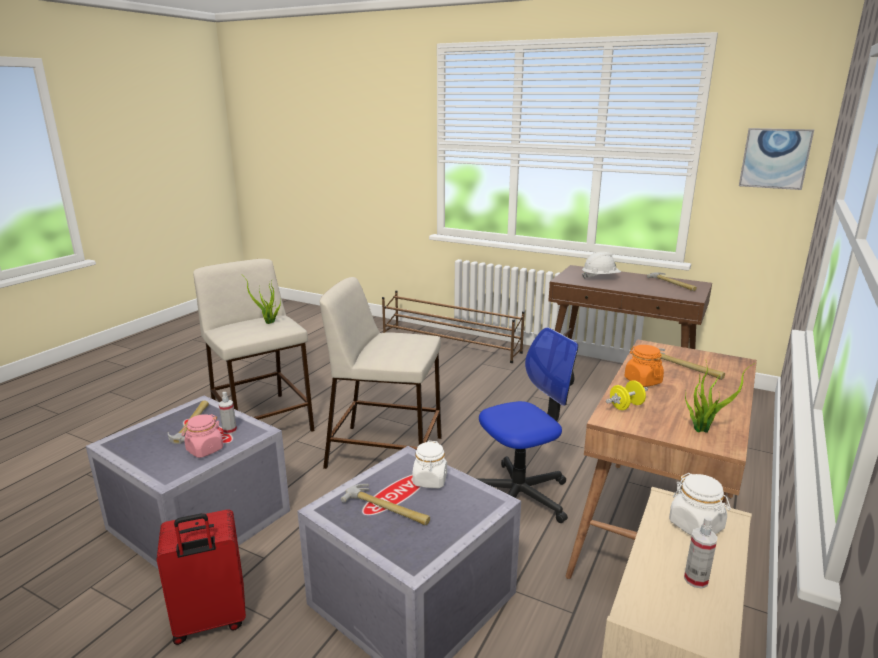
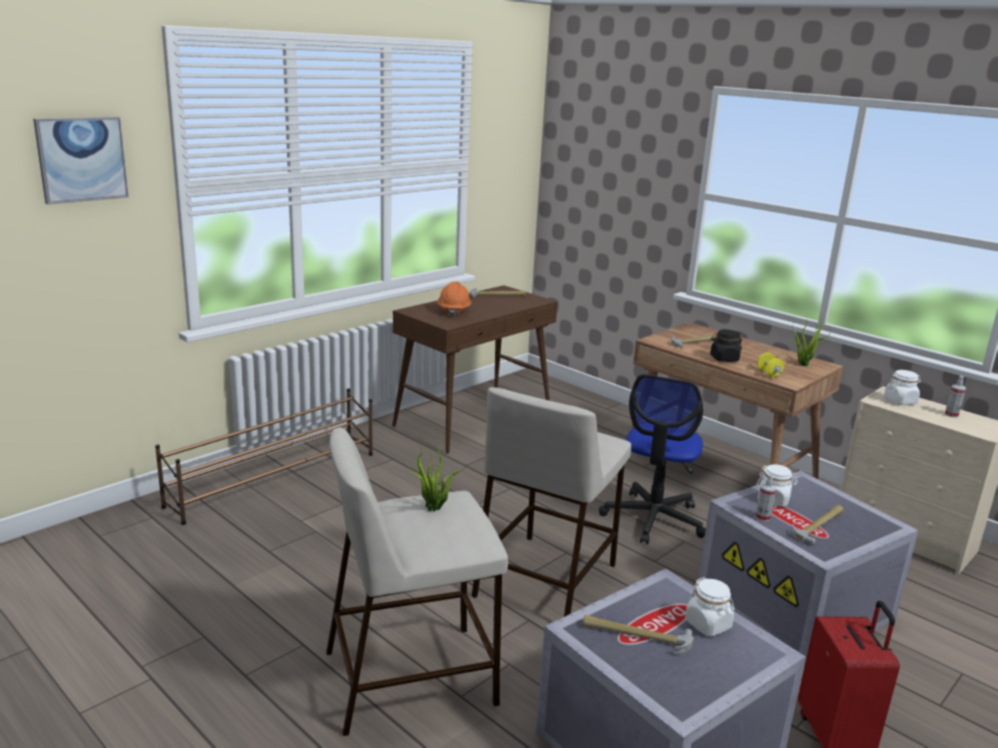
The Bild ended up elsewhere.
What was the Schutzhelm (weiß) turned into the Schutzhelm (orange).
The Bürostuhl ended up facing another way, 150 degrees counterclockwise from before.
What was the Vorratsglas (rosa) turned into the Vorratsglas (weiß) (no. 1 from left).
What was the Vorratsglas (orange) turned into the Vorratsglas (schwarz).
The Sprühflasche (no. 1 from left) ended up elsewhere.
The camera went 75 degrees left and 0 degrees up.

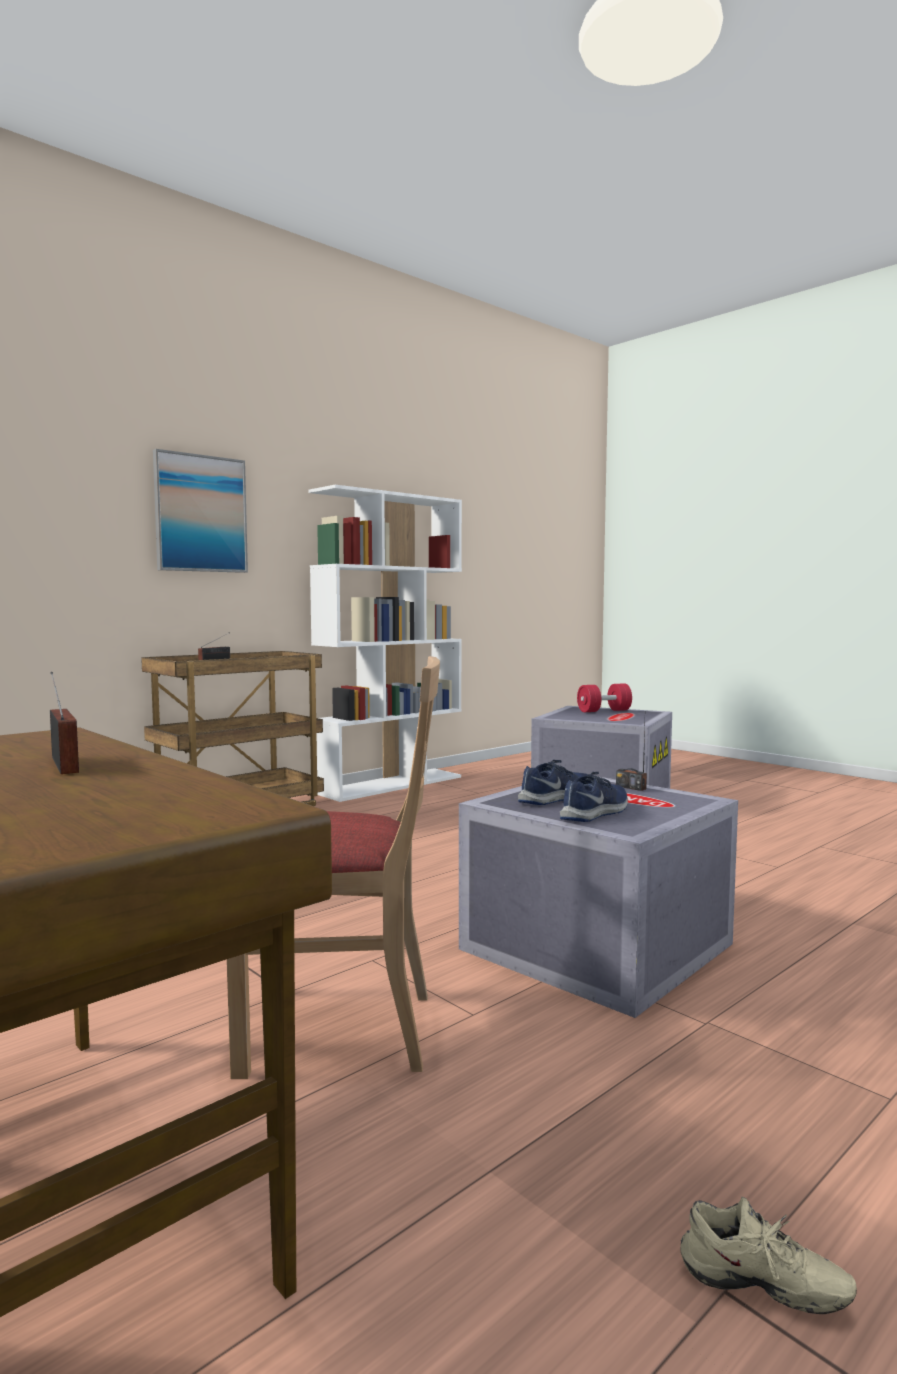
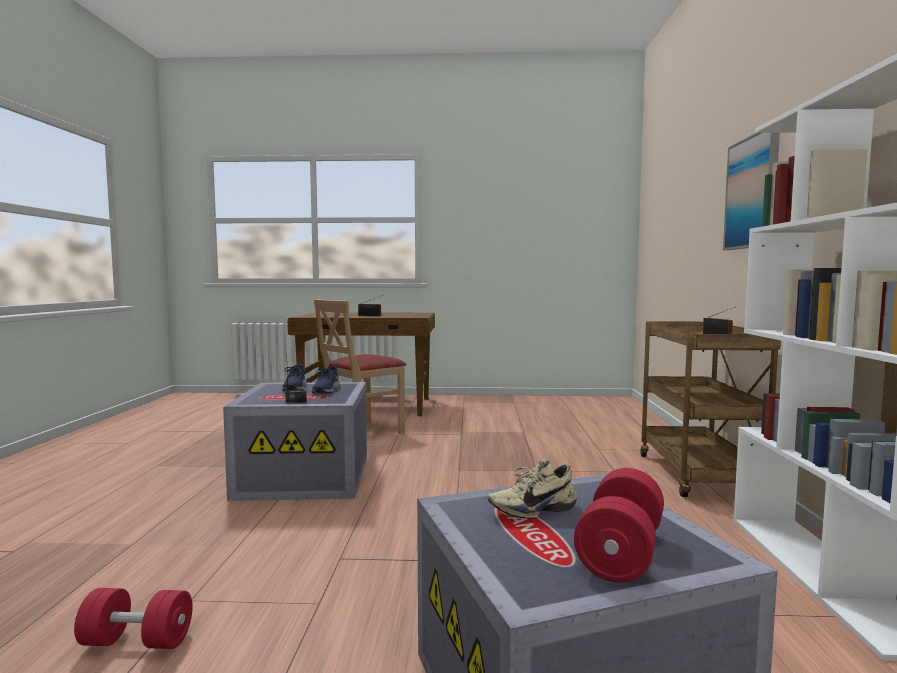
The second view gained the Hantel (rot) (no. 1 from left).
The Schuh (beige) ended up elsewhere.
The camera went 135 degrees right and 0 degrees up.

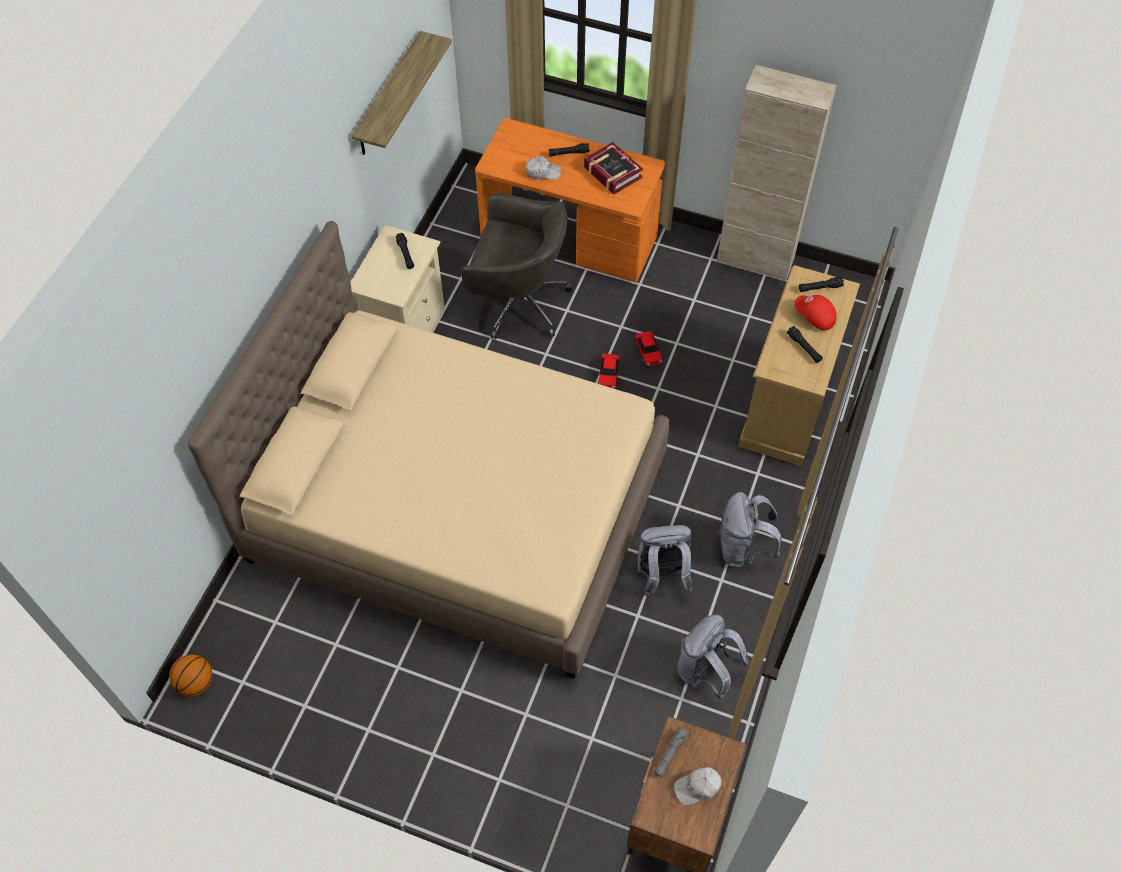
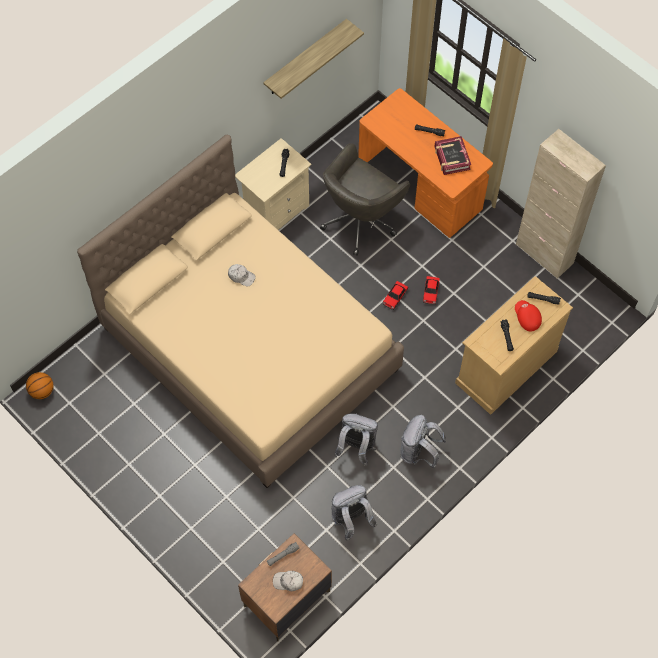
The Kappe (weiß) (no. 1 from left) ended up elsewhere.
The Bürostuhl (grau) ended up facing another way, 90 degrees clockwise from before.
The camera went 25 degrees right and 5 degrees up.

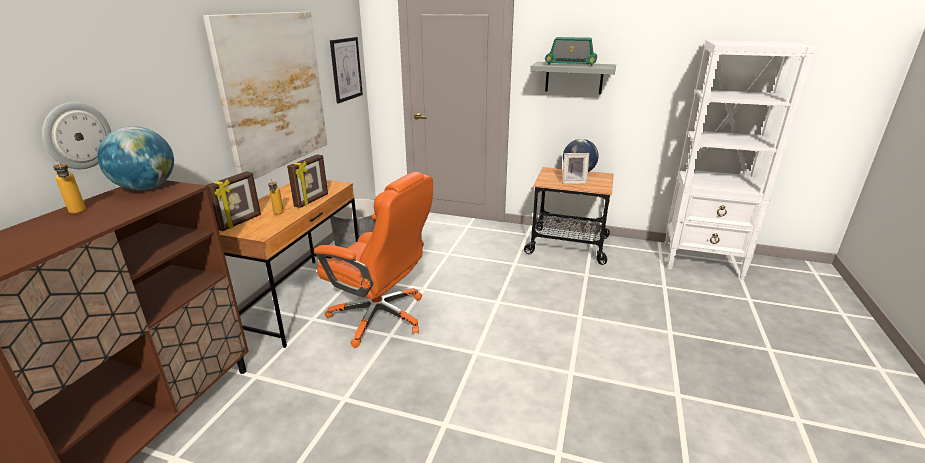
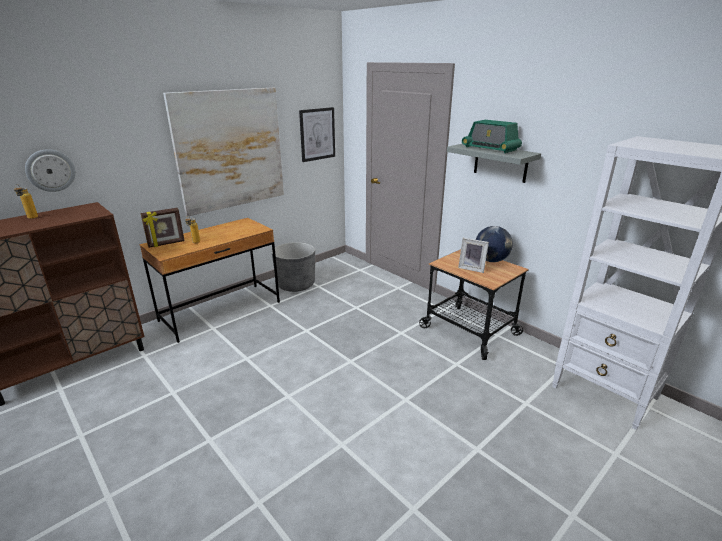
The second view lost the Globus (no. 1 from left).
The second view lost the Bilderrahmen (no. 2 from left).
The second view lost the Bürostuhl (orange).
The camera went 30 degrees right and 0 degrees up.

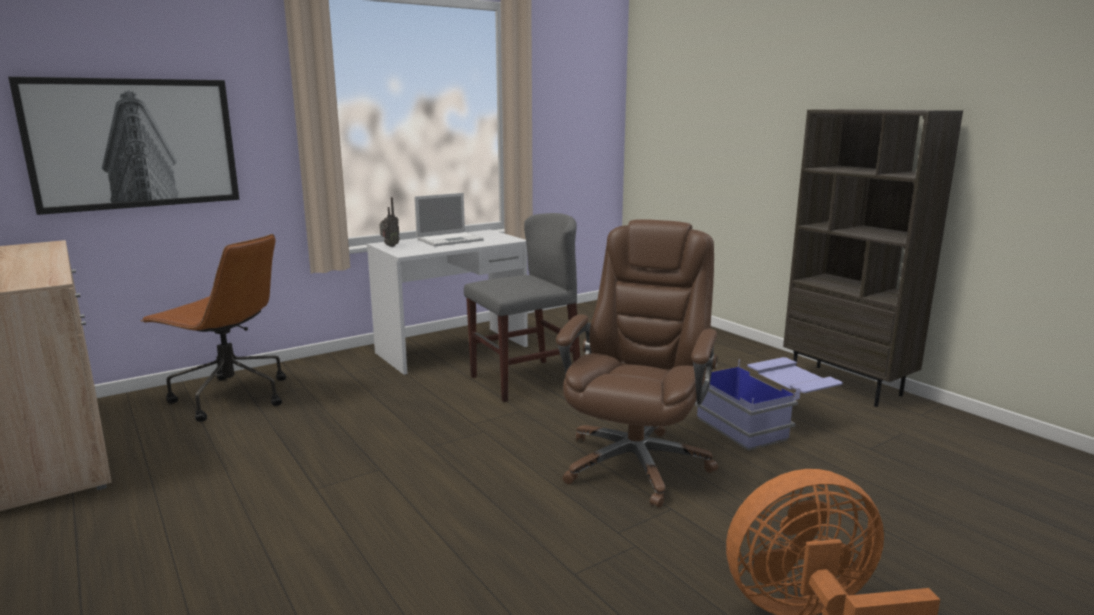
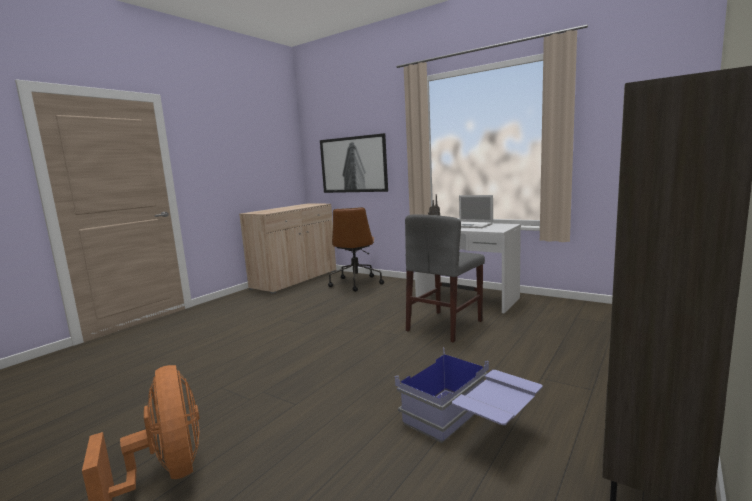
The Stuhl (grau) ended up facing another way, 90 degrees clockwise from before.
The second view lost the Bürostuhl (braun) (no. 2 from left).
The camera went 70 degrees right and 5 degrees down.

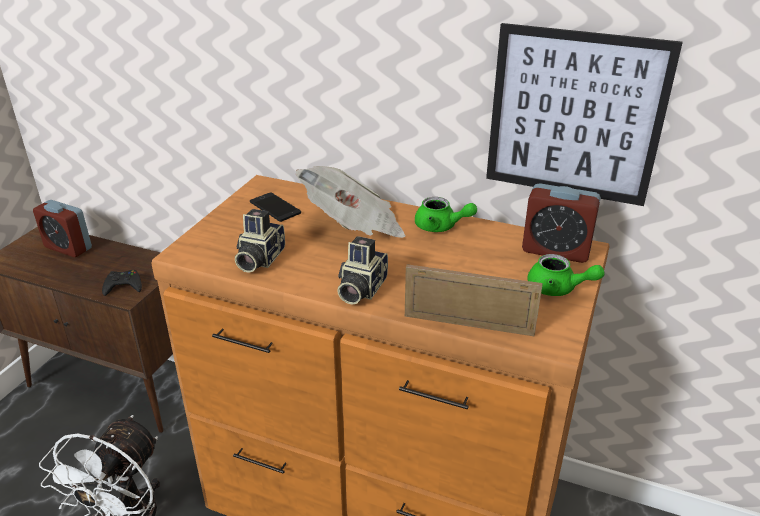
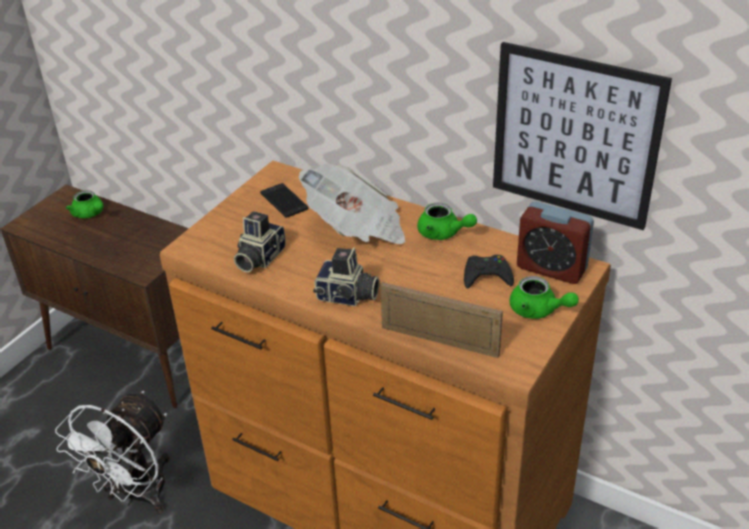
Where the Wecker (no. 1 from left) stood, the Teekanne (grün) (no. 1 from left) came to stand.
The Kamera (no. 2 from left) ended up facing another way, 105 degrees counterclockwise from before.
The Gamepad (schwarz) ended up elsewhere.
The camera went 10 degrees right and 5 degrees up.

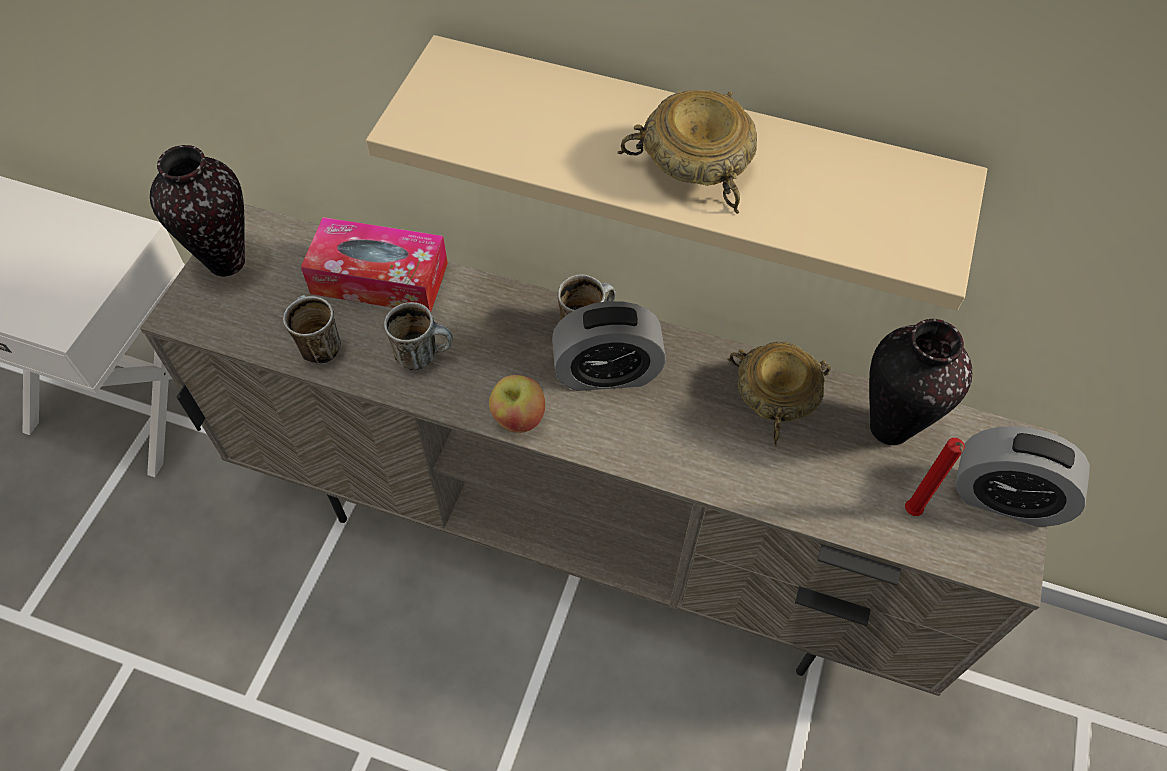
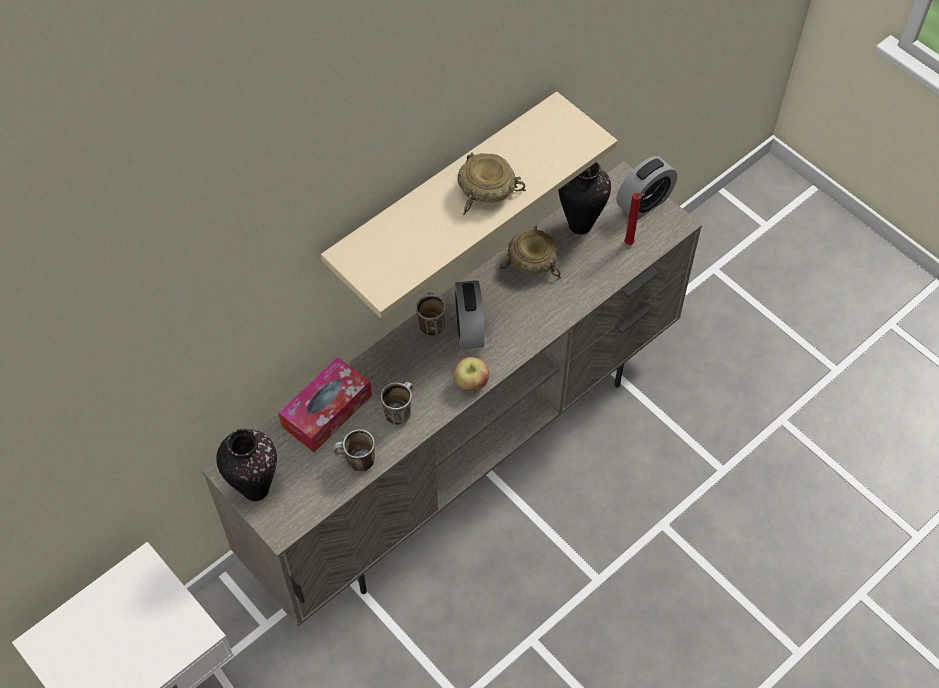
The Wecker (no. 1 from left) ended up facing another way, 150 degrees clockwise from before.
The camera went 60 degrees left and 0 degrees up.

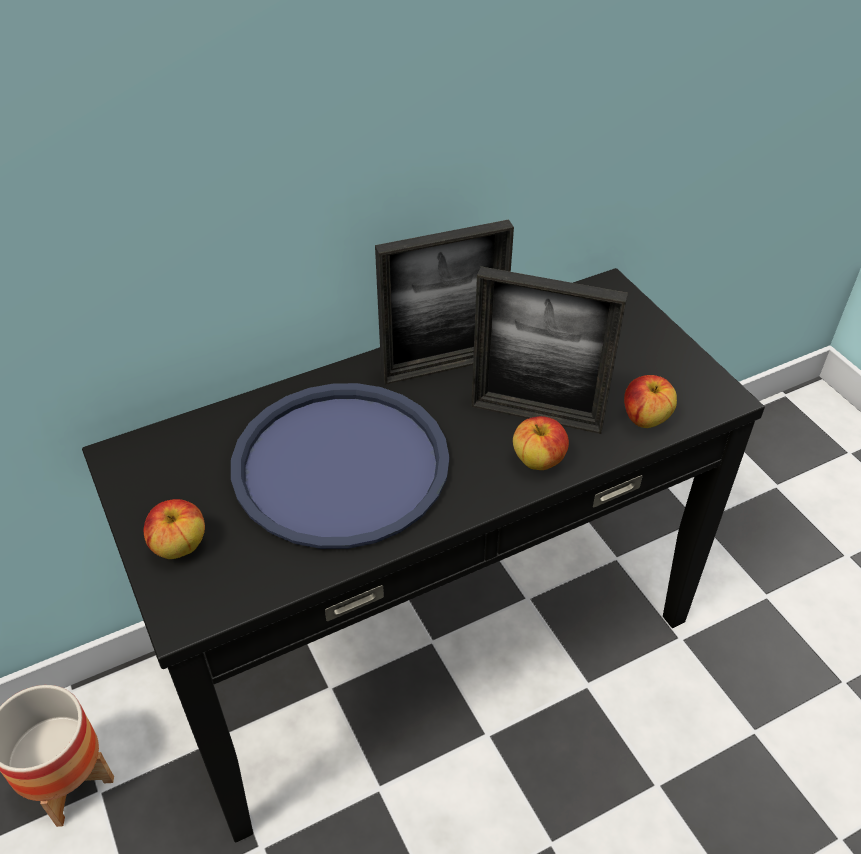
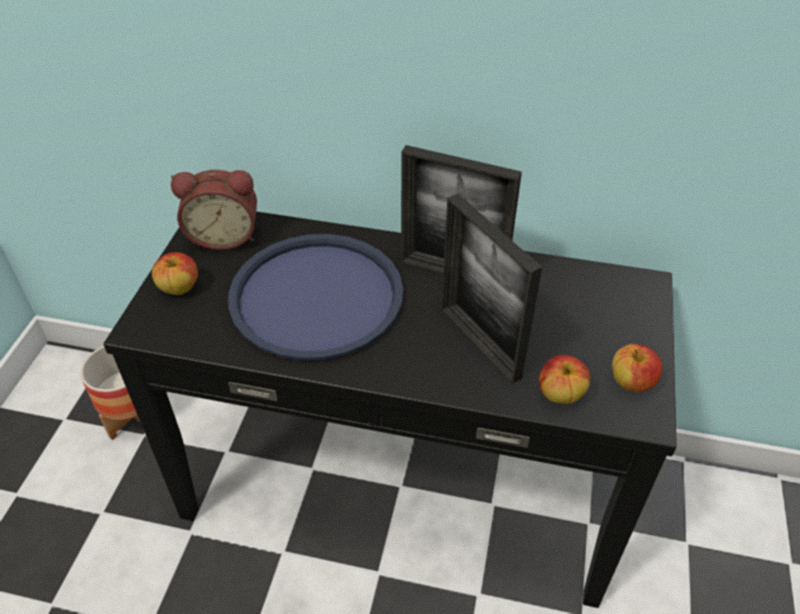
The second view gained the Wecker.
The Apfel (no. 2 from left in the first image) ended up elsewhere.
The camera went 40 degrees right and 0 degrees up.

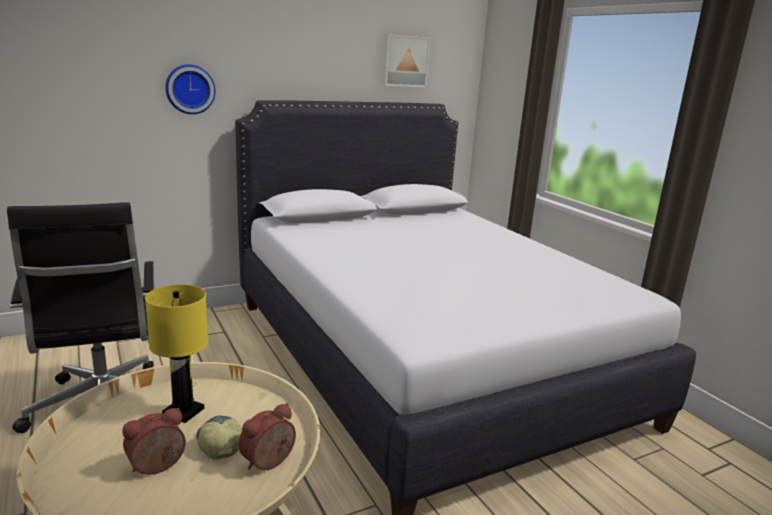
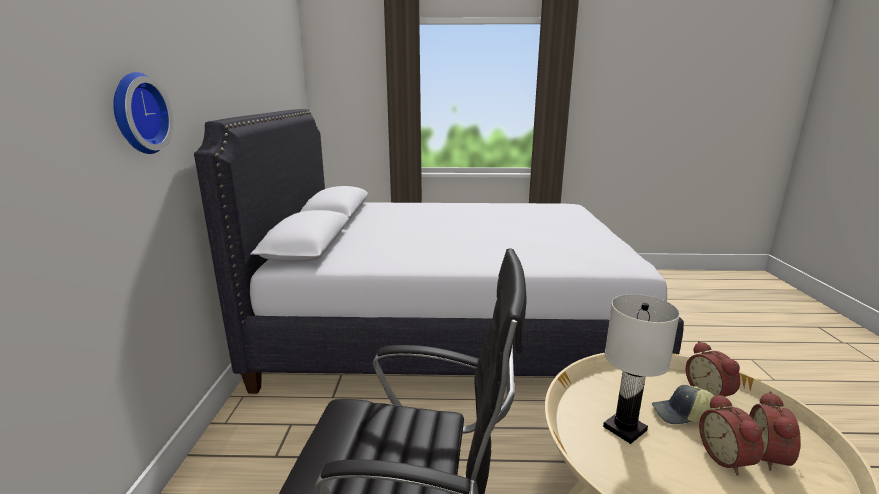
What was the Tischlampe (gelb) turned into the Tischlampe (weiß).
The second view gained the Wecker (no. 3 from left).
The second view lost the Bild.
The camera went 60 degrees left and 0 degrees up.

